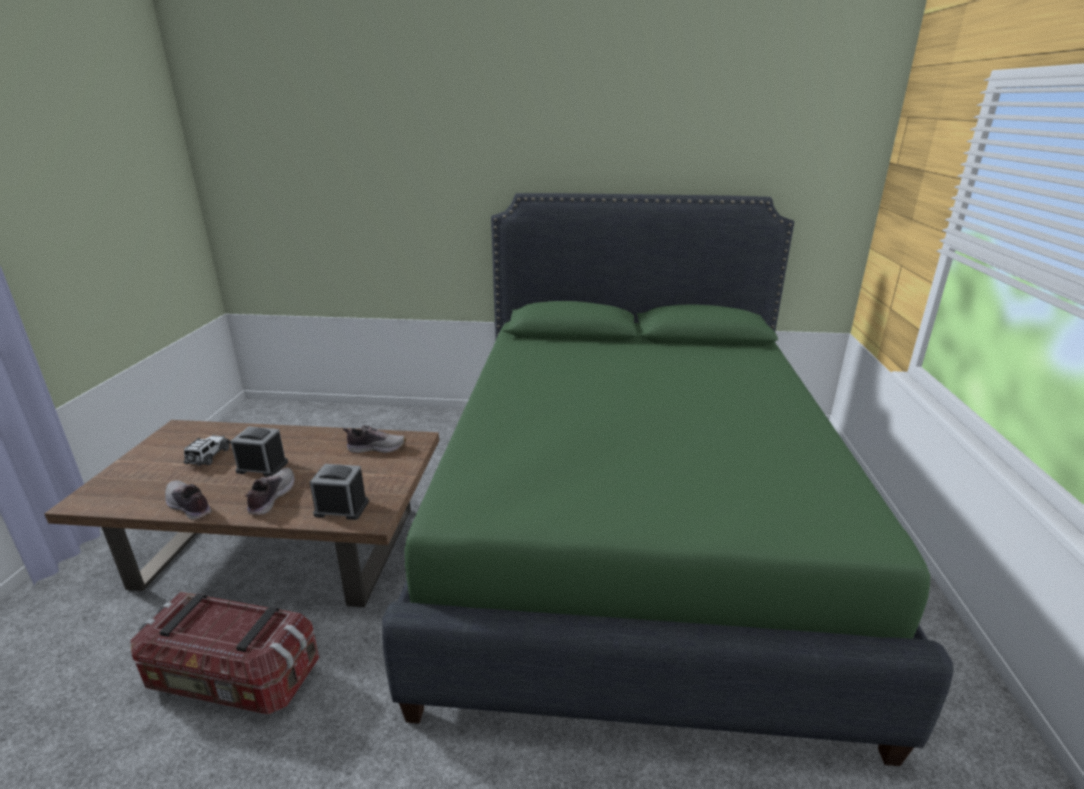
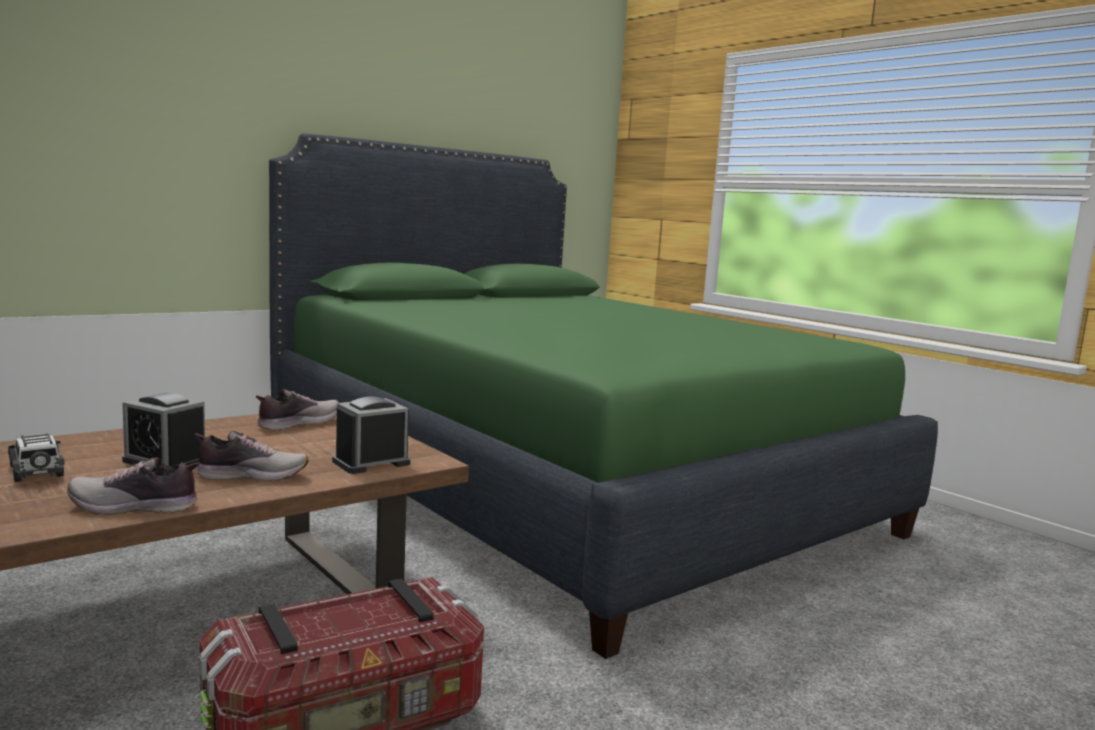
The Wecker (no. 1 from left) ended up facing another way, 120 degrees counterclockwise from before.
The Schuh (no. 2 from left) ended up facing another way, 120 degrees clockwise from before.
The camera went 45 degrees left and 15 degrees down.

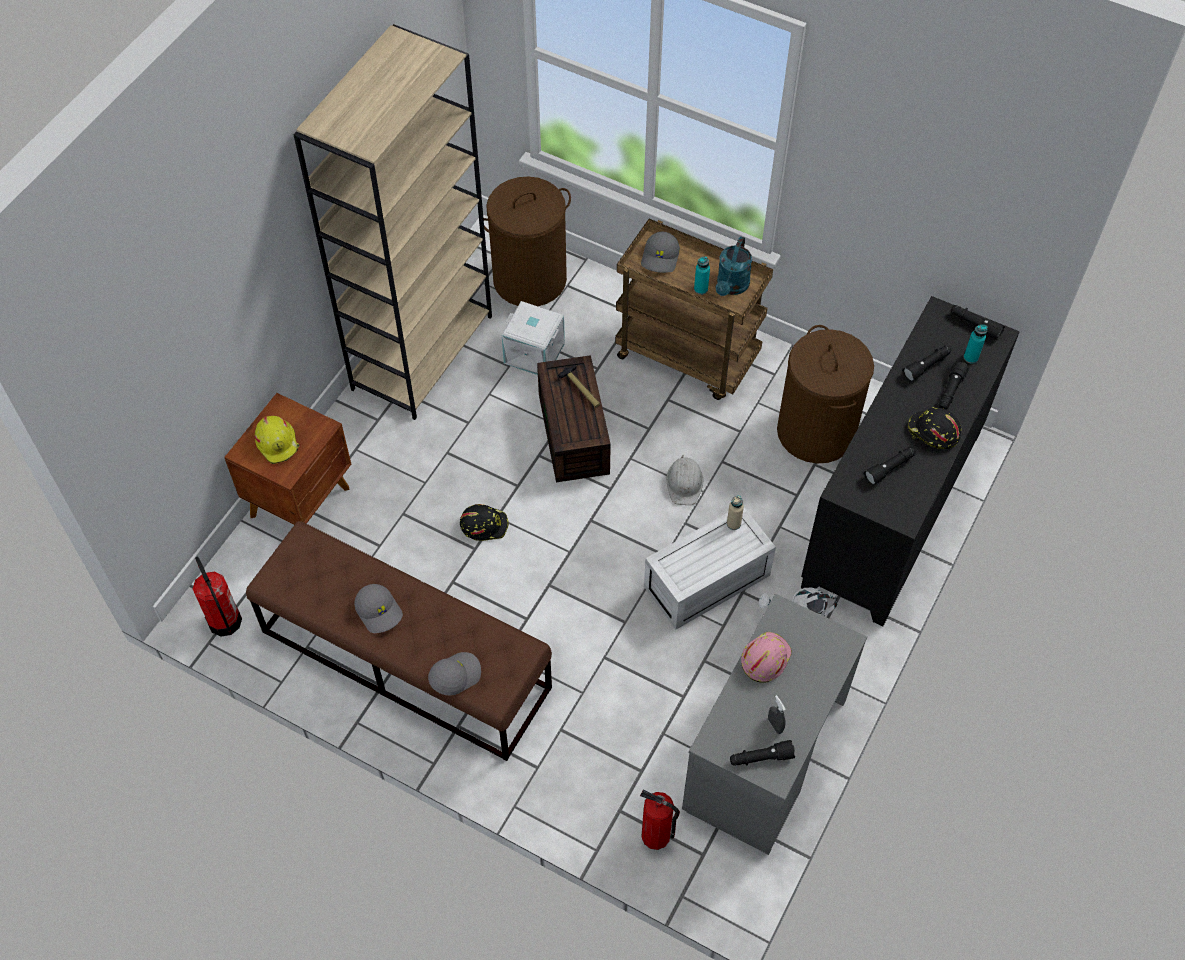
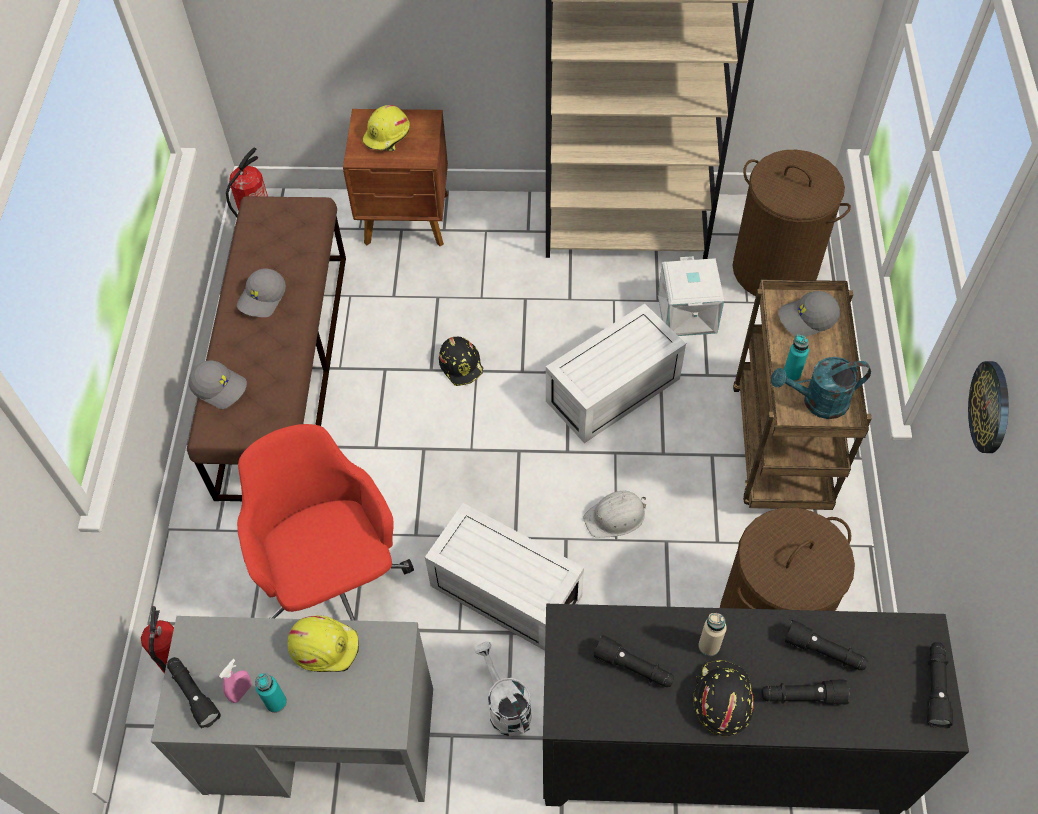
What was the Sprühflasche (grau) turned into the Sprühflasche (rosa).
The second view gained the Bürostuhl (rot).
The Flasche (türkis) (no. 2 from left in the first image) ended up elsewhere.
What was the Schutzhelm (rosa) turned into the Schutzhelm (gelb) (no. 1 from left).
What was the Aufbewahrungsbox (braun) turned into the Aufbewahrungsbox (weiß) (no. 2 from left).
The Flasche (beige) ended up elsewhere.
The second view gained the Wanduhr.
The second view lost the Hammer.
The camera went 65 degrees right and 0 degrees up.

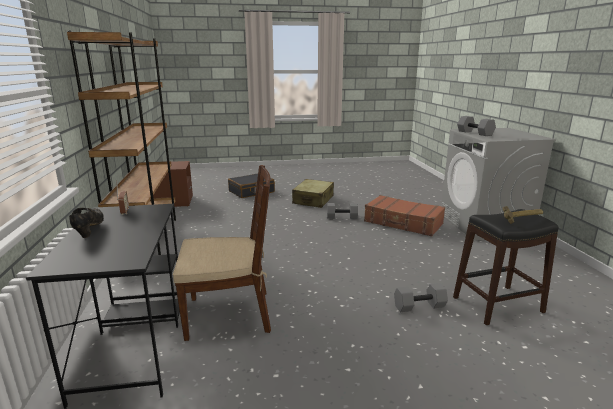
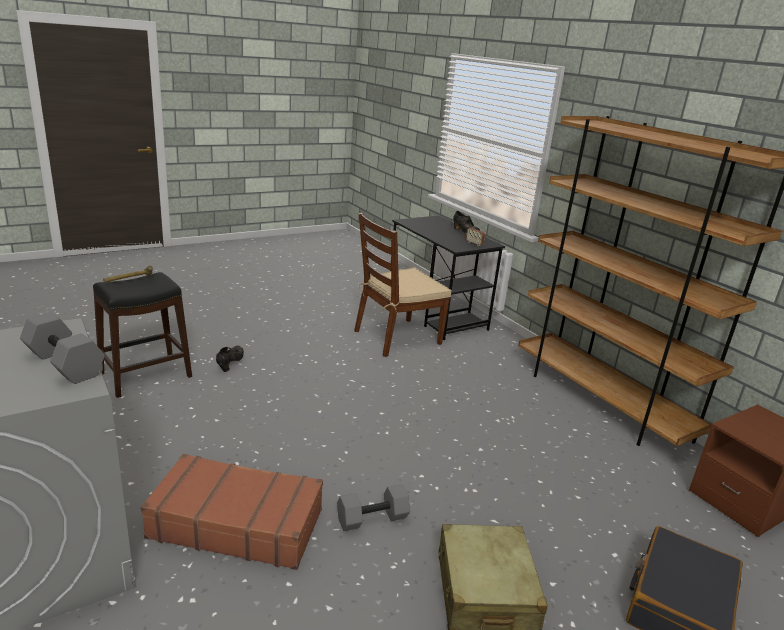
Where the Hantel (grau) (no. 2 from left) stood, the Schuh (schwarz) (no. 1 from left) came to stand.
The camera went 155 degrees right and 5 degrees up.

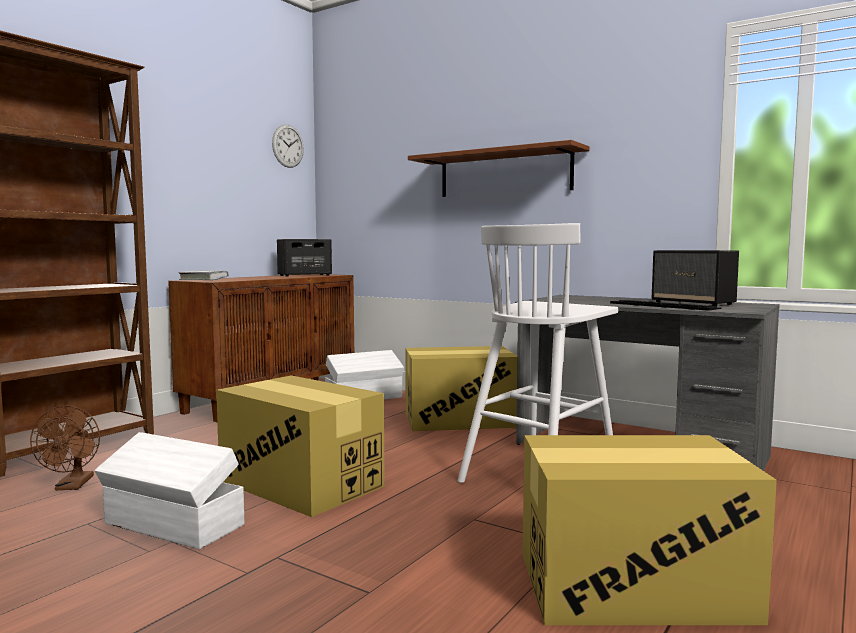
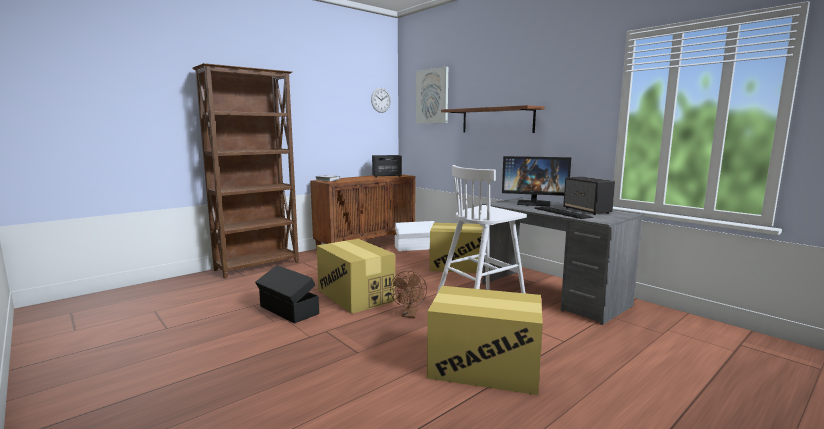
What was the Aufbewahrungsbox (weiß) (no. 1 from left) turned into the Aufbewahrungsbox (schwarz).
The Ventilator (braun) ended up elsewhere.
The second view gained the Bild.
The second view gained the Monitor.
The camera went 15 degrees right and 5 degrees up.

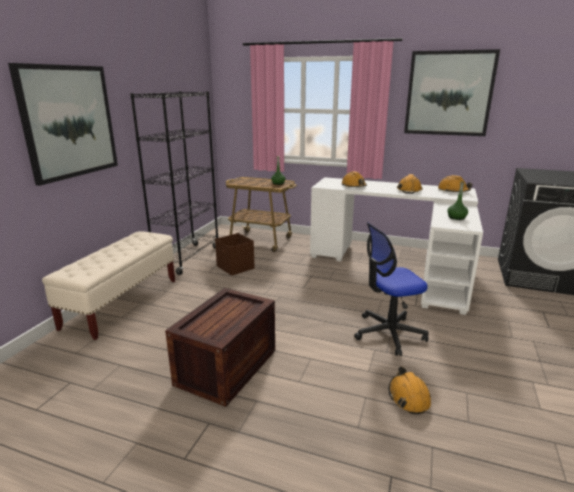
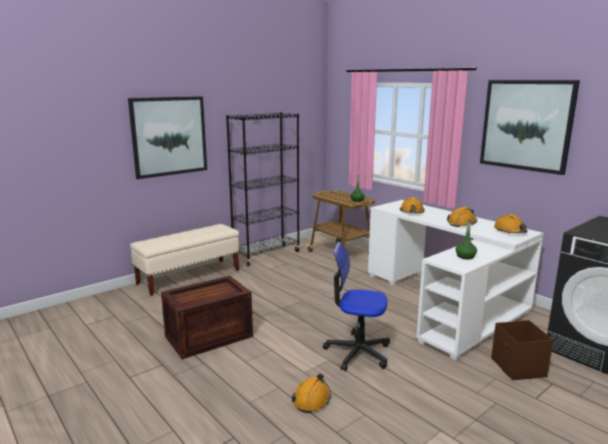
The Aufbewahrungsbox (braun) ended up elsewhere.
The camera went 30 degrees right and 5 degrees down.

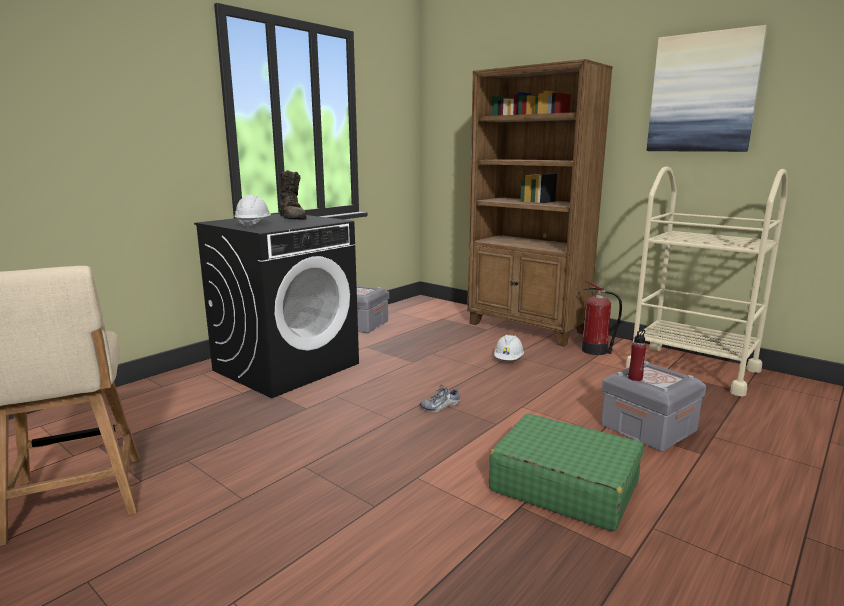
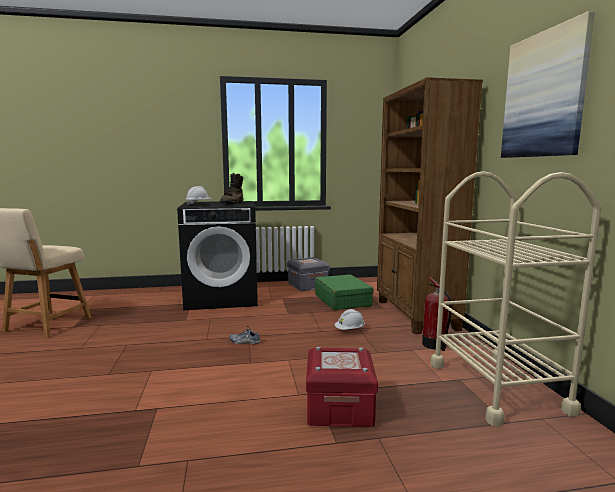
What was the Aufbewahrungsbox (grau) (no. 2 from left) turned into the Aufbewahrungsbox (rot).
The Koffer (grün) ended up elsewhere.
The second view lost the Flasche (rot).
The camera went 40 degrees right and 5 degrees down.

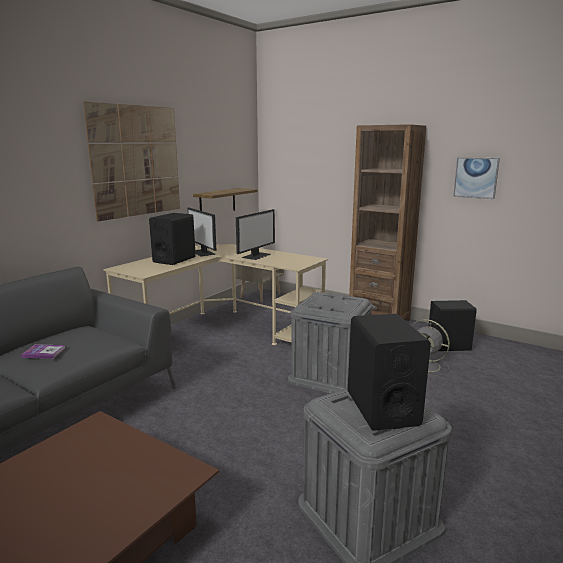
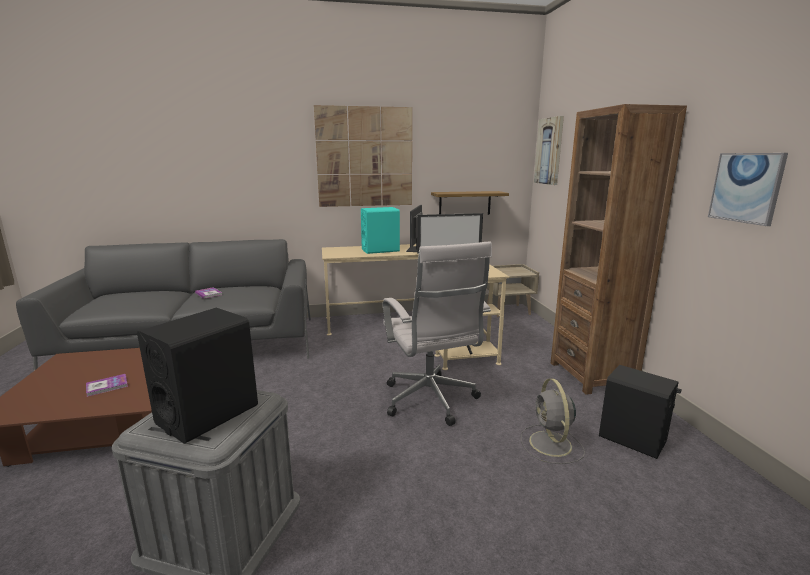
The second view gained the Buch (no. 1 from left).
What was the Lautsprecher (schwarz) (no. 1 from left) turned into the Lautsprecher (türkis).
Where the Aufbewahrungsbox (grau) (no. 1 from left) stood, the Bürostuhl (weiß) came to stand.
The second view gained the Bild (no. 2 from left).
The camera went 45 degrees right and 0 degrees up.

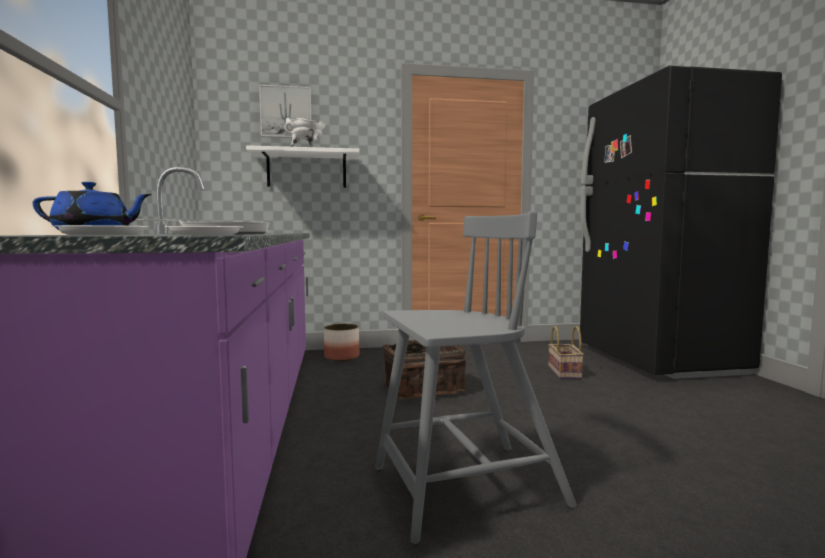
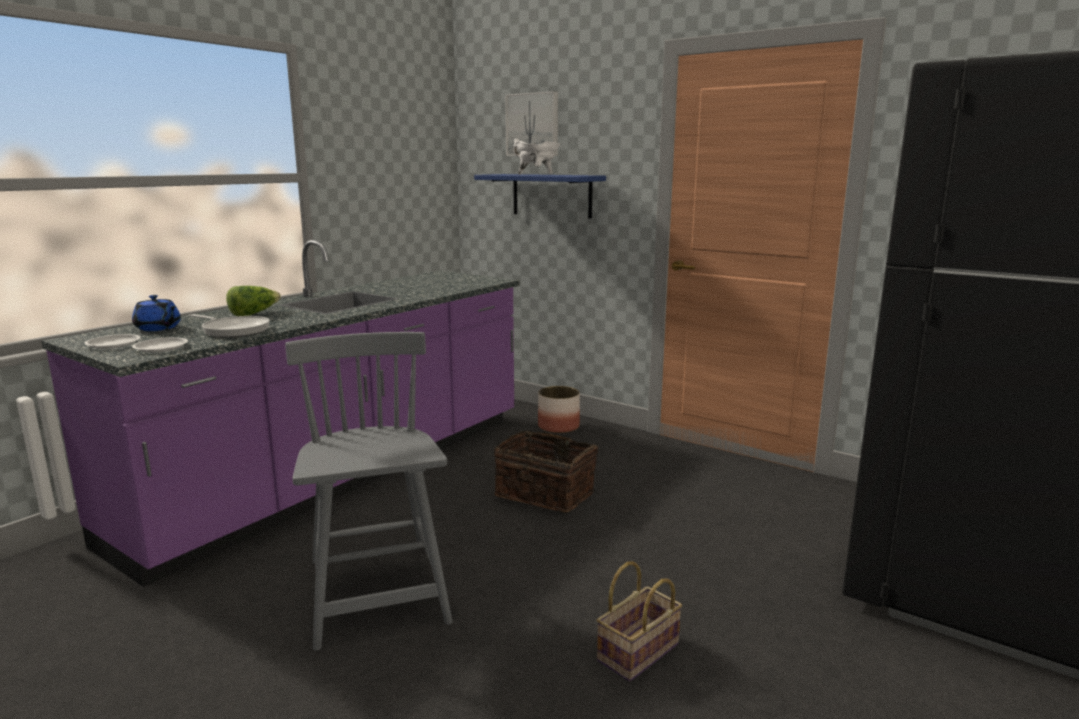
The second view gained the Salatkopf.
The Stuhl (grau) ended up facing another way, 135 degrees counterclockwise from before.
What was the Wandregal (weiß) turned into the Wandregal (blau).
The Korb (no. 2 from left) ended up elsewhere.
The camera went 45 degrees right and 10 degrees up.

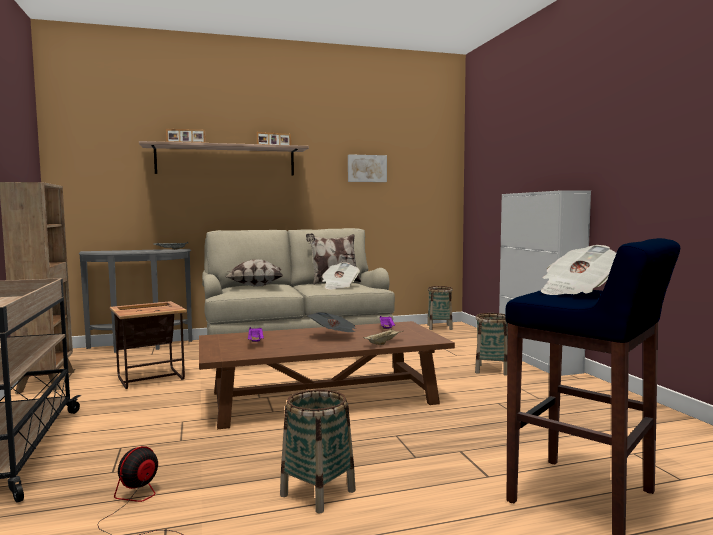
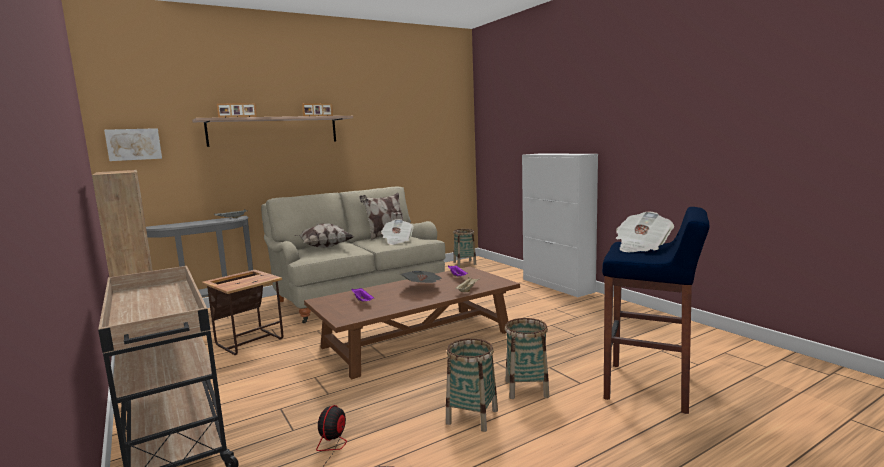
The Bild ended up elsewhere.
The Korb (no. 3 from left) ended up elsewhere.
The camera went 15 degrees left and 5 degrees up.

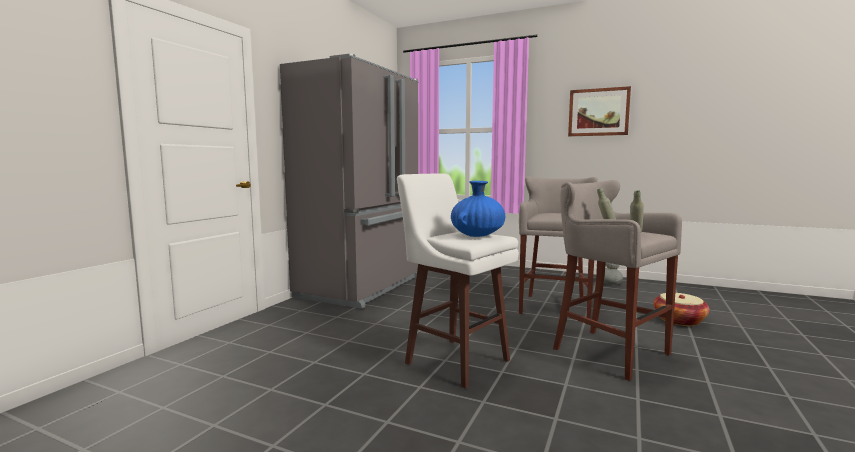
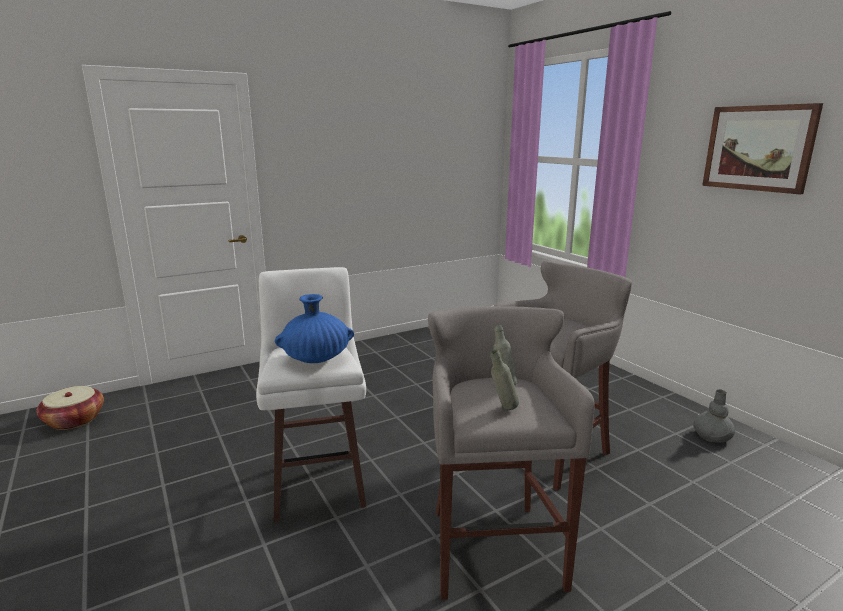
The Korb ended up elsewhere.
The second view lost the Kühlschrank (grau).
The camera went 35 degrees right and 10 degrees up.

